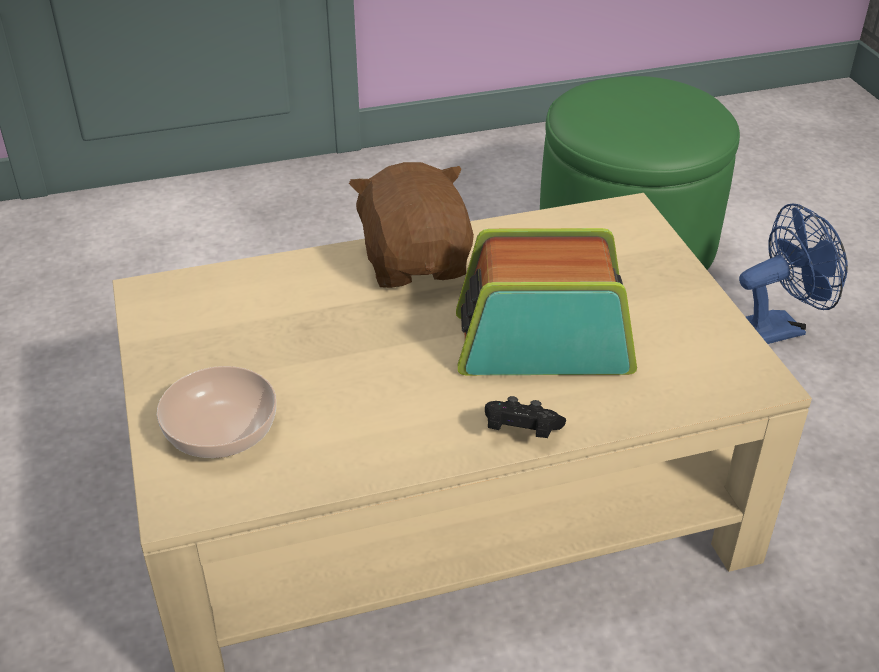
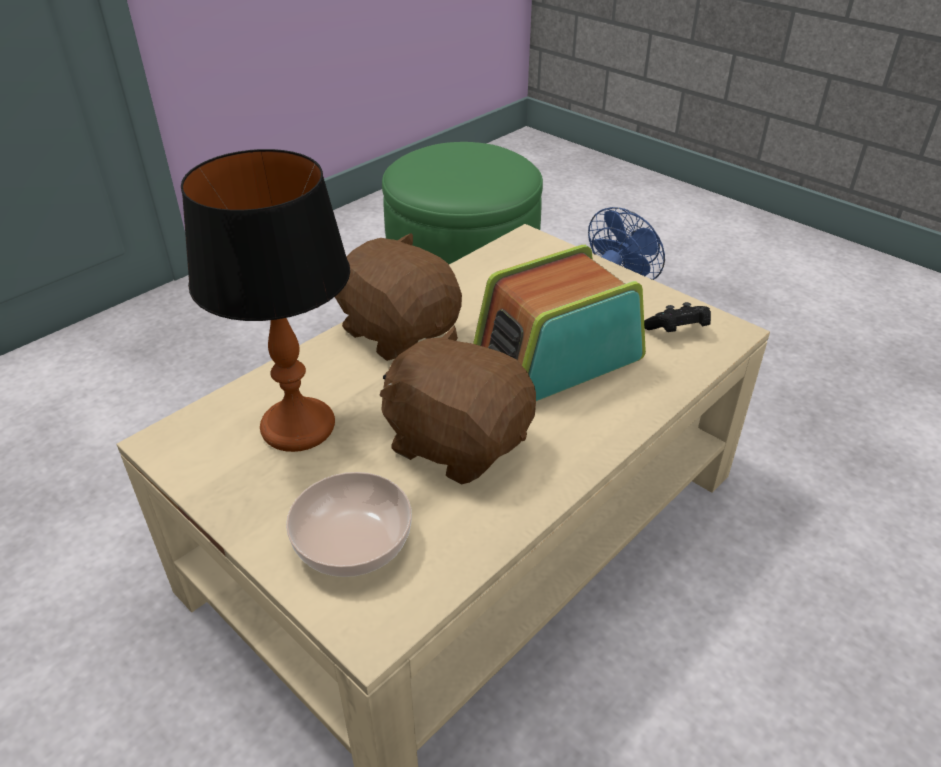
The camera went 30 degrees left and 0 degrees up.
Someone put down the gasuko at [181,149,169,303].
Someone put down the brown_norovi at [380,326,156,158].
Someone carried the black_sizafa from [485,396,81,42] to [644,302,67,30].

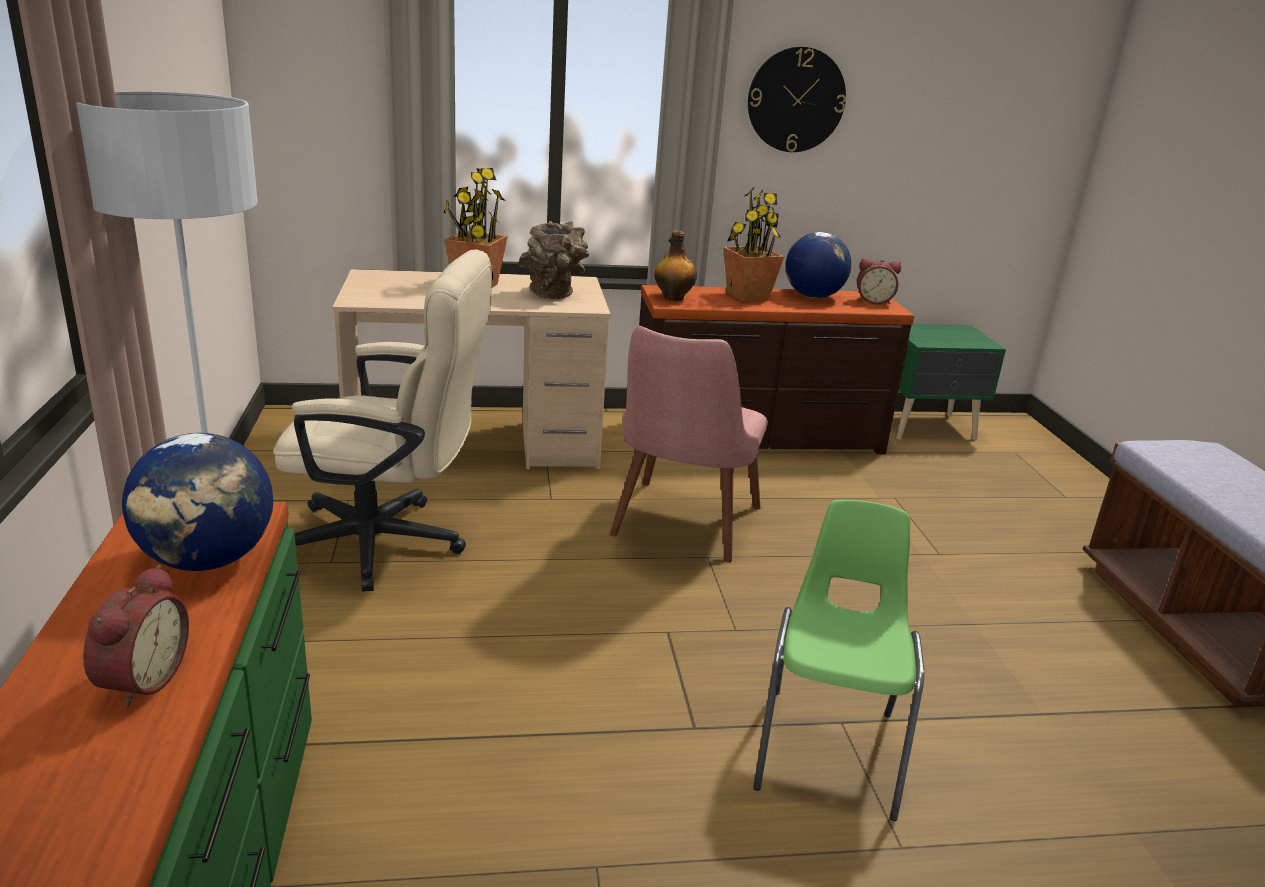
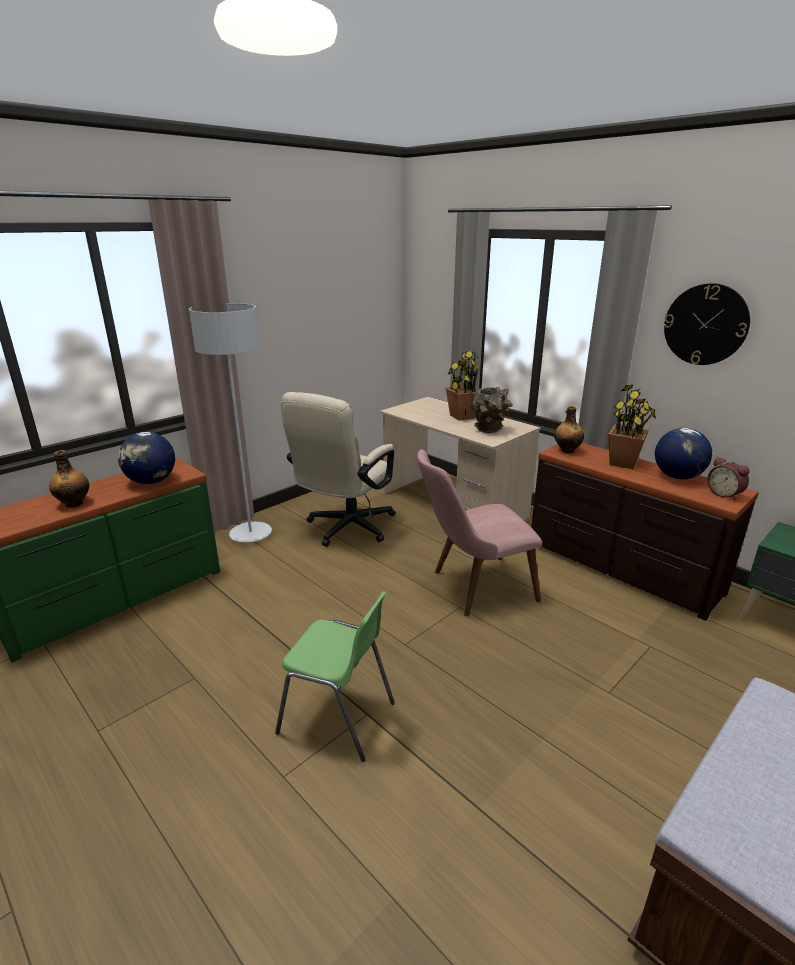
The camera went 55 degrees right and 0 degrees up.
Someone swapped the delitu at [83,565,106,143] for the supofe at [49,450,40,57].
Someone rotated the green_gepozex at [753,500,171,321] by 45 degrees clockwise.
Someone rotated the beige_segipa at [273,249,219,342] by 60 degrees clockwise.

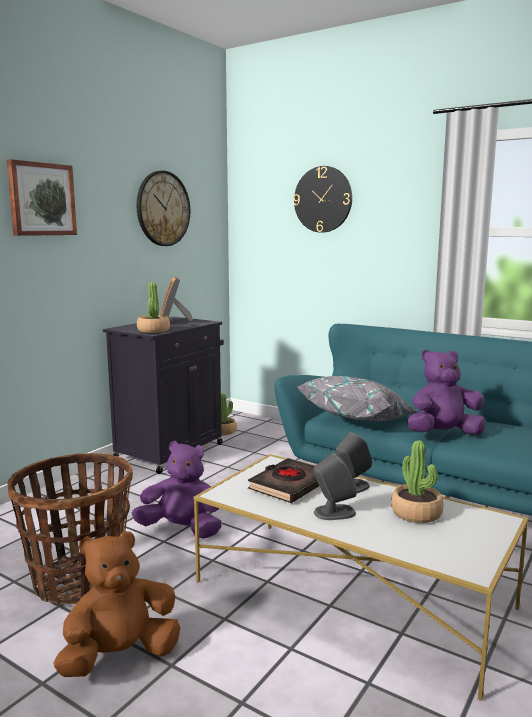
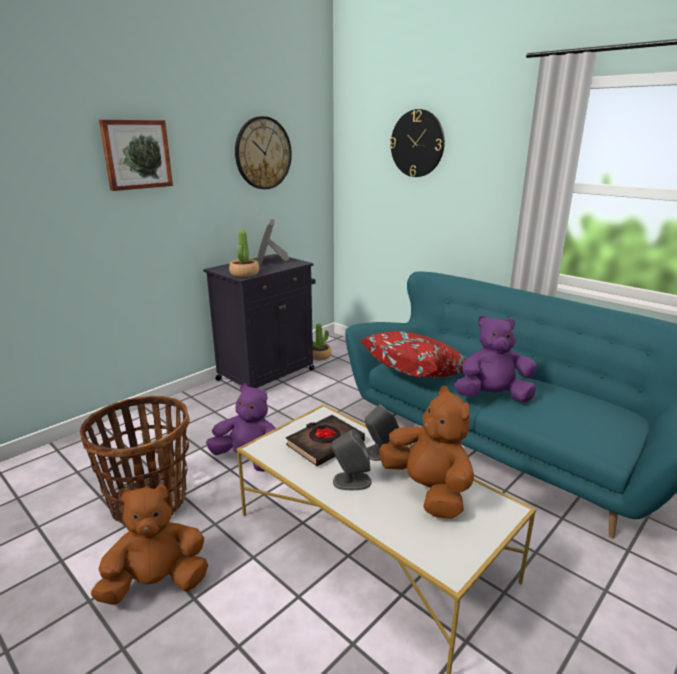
The camera went 10 degrees right and 10 degrees up.
Someone repainted the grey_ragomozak at [298,376,120,45], which became the red_ragomozak at [361,331,105,47].
Someone swapped the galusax at [391,440,53,83] for the brown_norovi at [379,386,95,133].

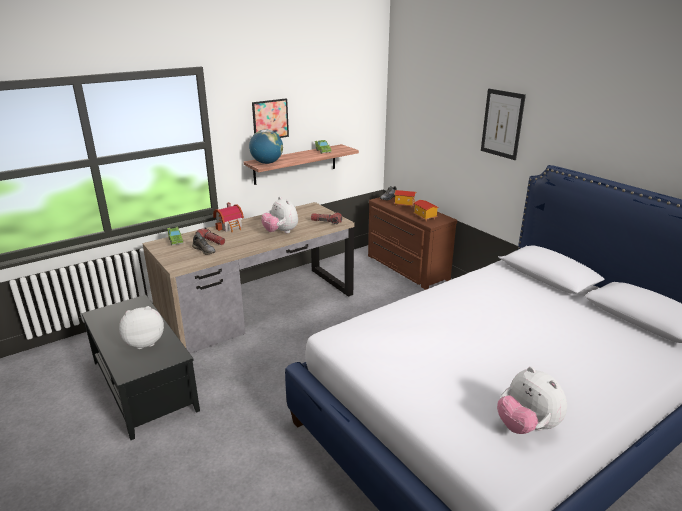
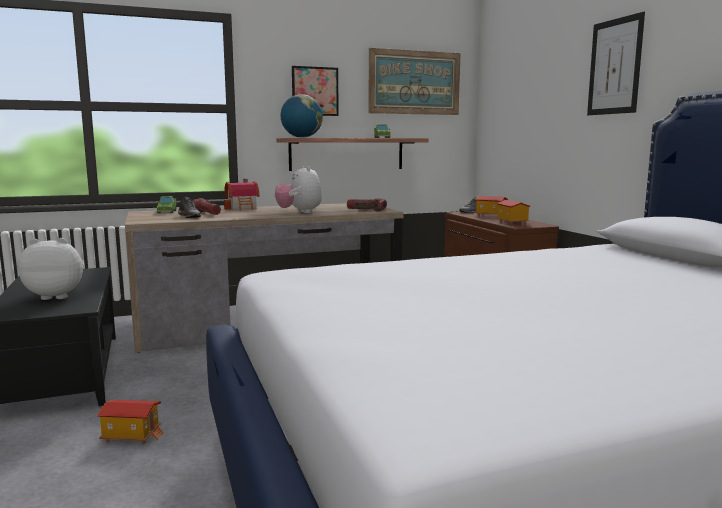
The camera went 15 degrees right and 15 degrees down.
Someone put down the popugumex at [97,400,66,44].
Someone put up the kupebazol at [369,48,92,67].
Someone took away the norovi at [497,367,70,67].

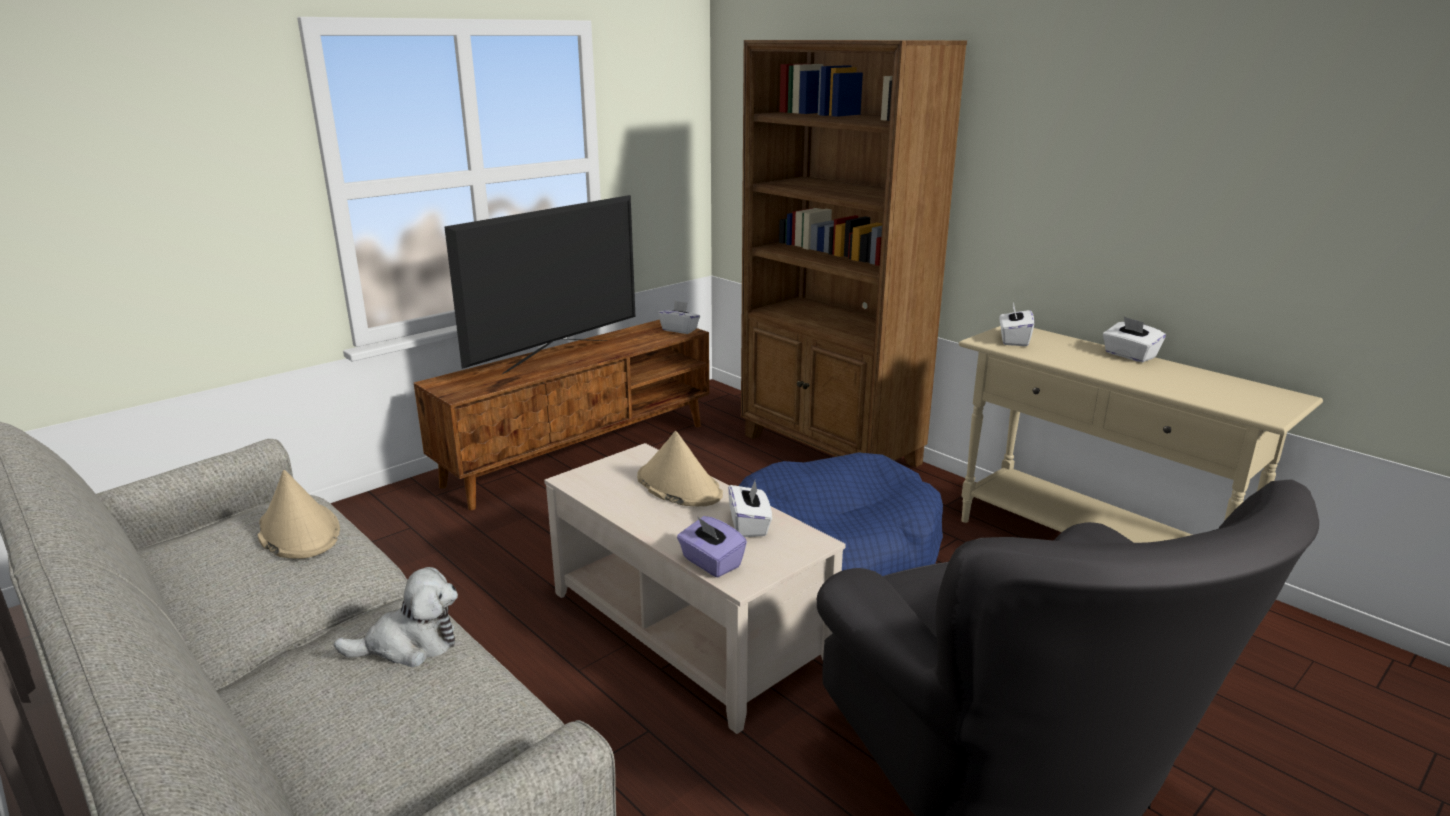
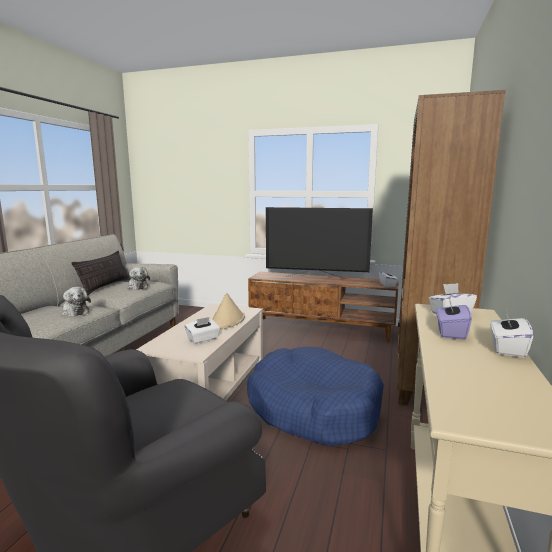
The camera went 60 degrees right and 10 degrees down.
Someone put down the ragomozak at [72,251,59,44].
Someone swapped the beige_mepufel at [257,470,83,89] for the norovi at [128,266,22,24].
Someone carried the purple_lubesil from [677,516,70,62] to [436,297,36,43].

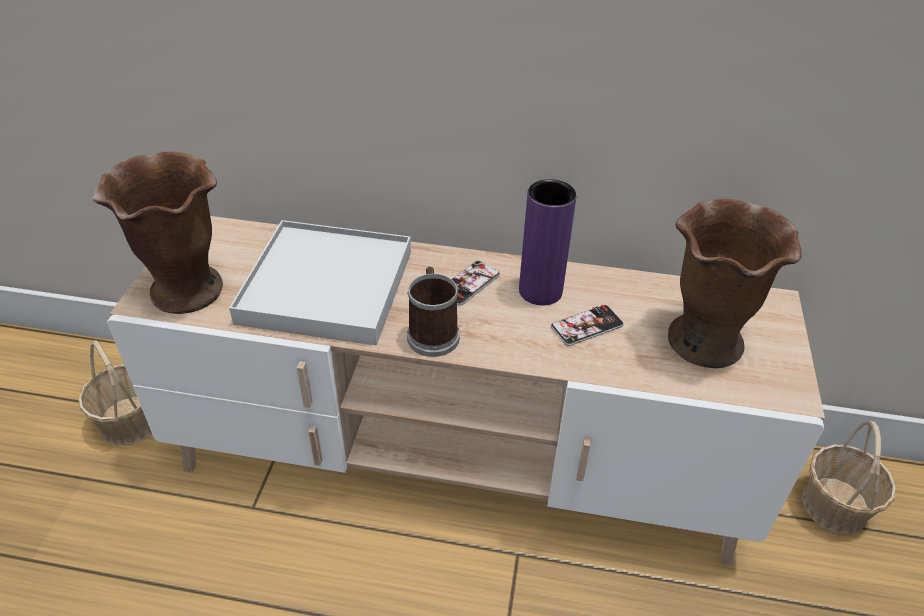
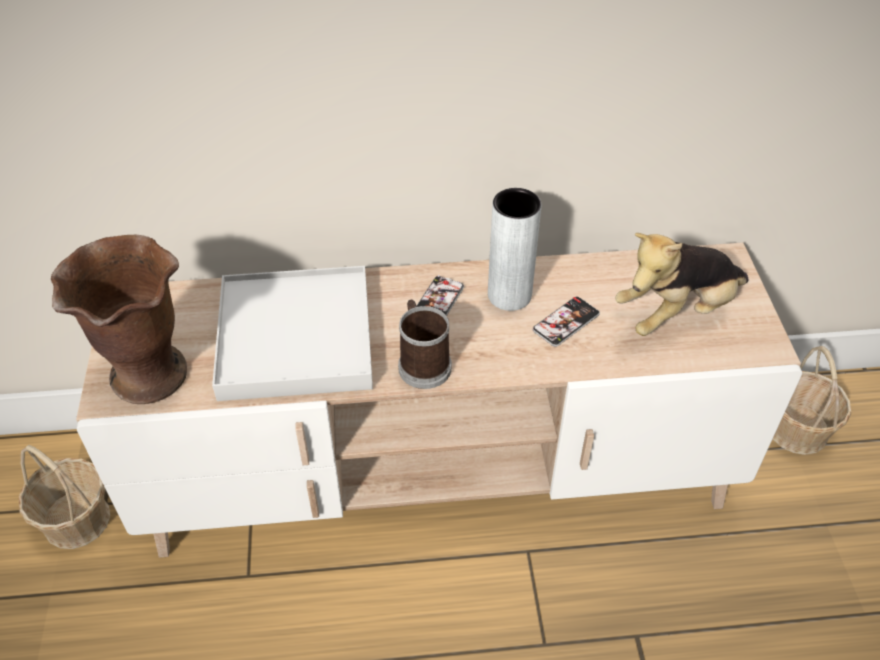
The camera went 15 degrees left and 5 degrees up.
Someone repainted the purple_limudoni at [519,179,58,126], which became the grey_limudoni at [488,188,54,123].
Someone swapped the brown_limudoni at [668,199,134,169] for the norovi at [615,233,134,103].

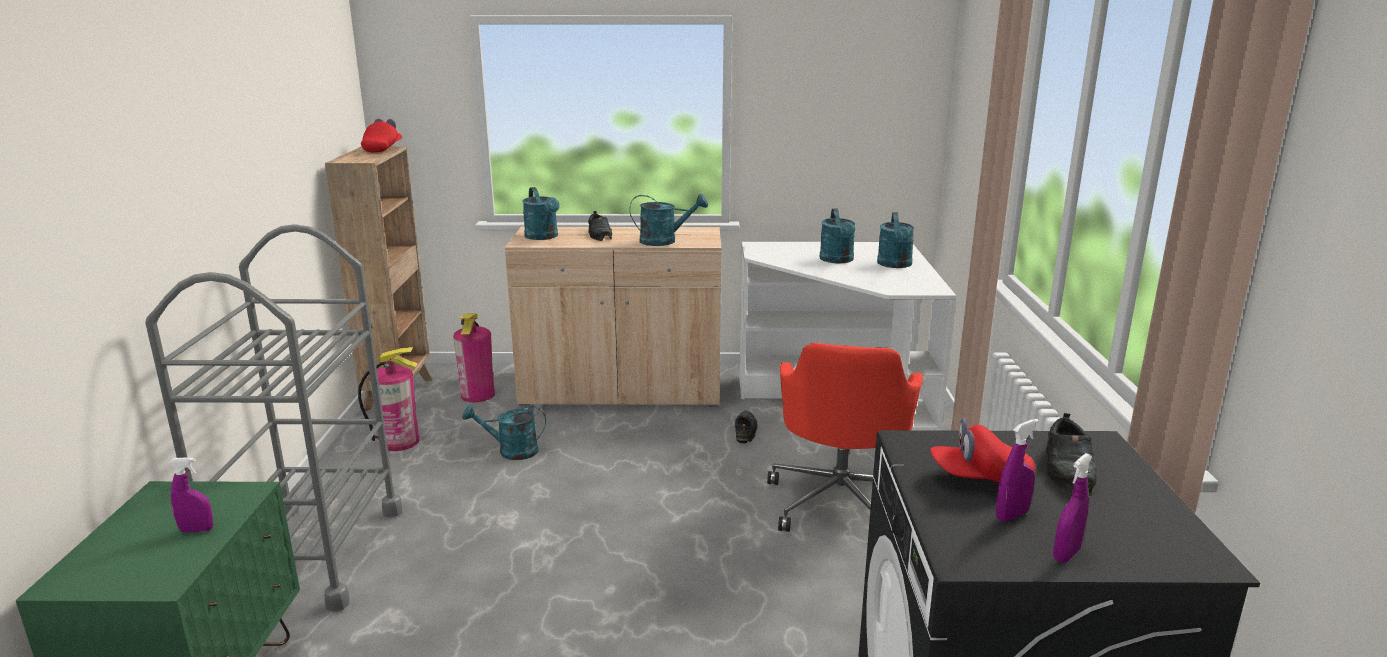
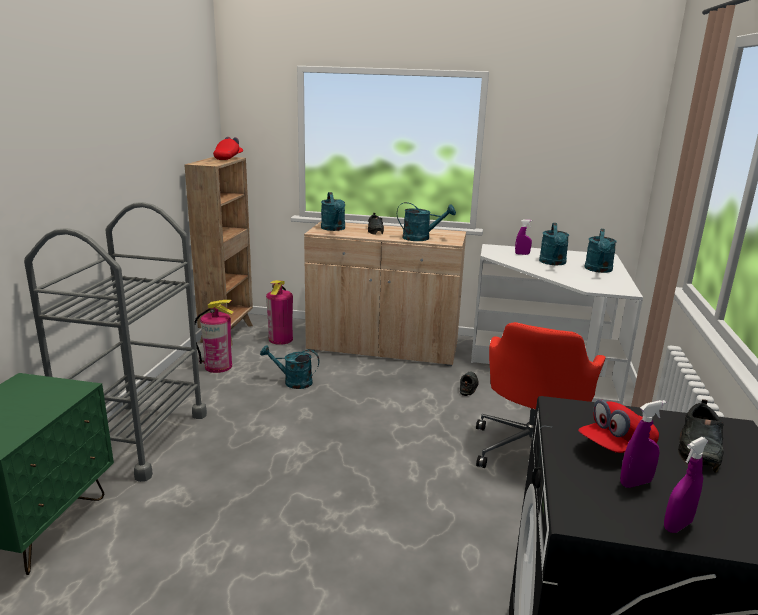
The camera went 10 degrees right and 0 degrees up.
Someone carried the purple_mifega from [168,457,45,75] to [515,219,17,36].
Someone rotated the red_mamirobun at [930,418,105,64] by 45 degrees counterclockwise.

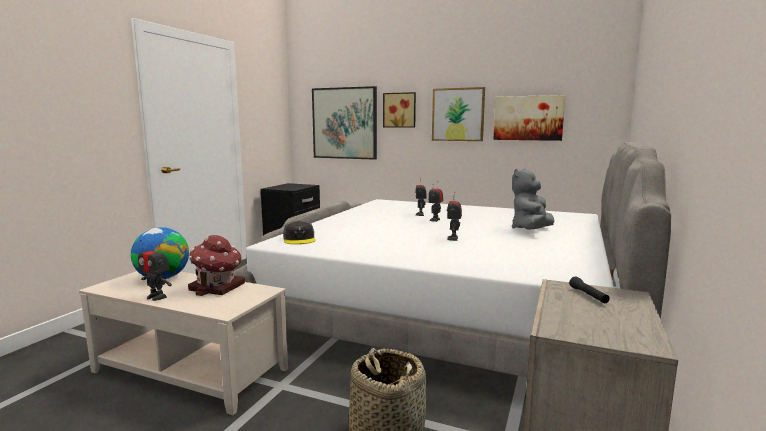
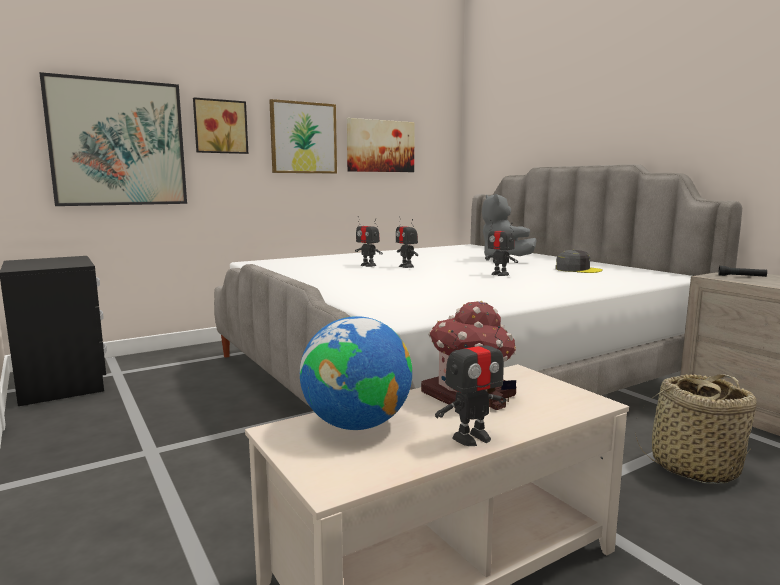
The camera went 55 degrees left and 0 degrees up.
Someone carried the grey_mamirobun from [283,220,33,24] to [555,249,48,24].

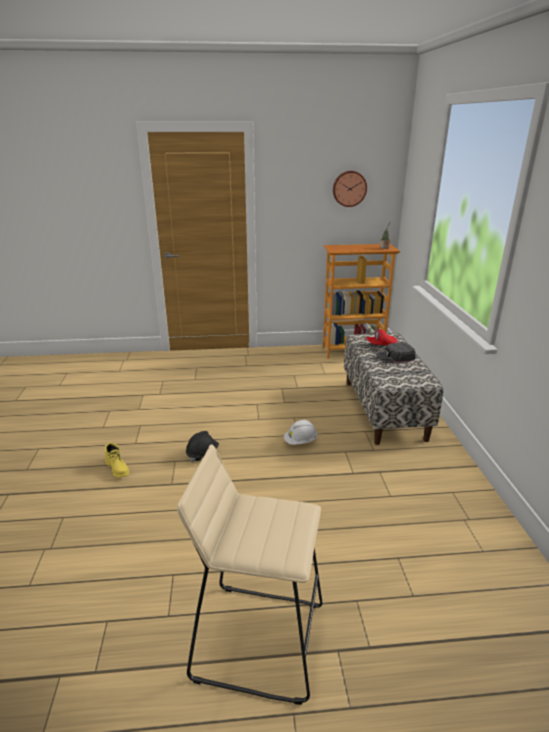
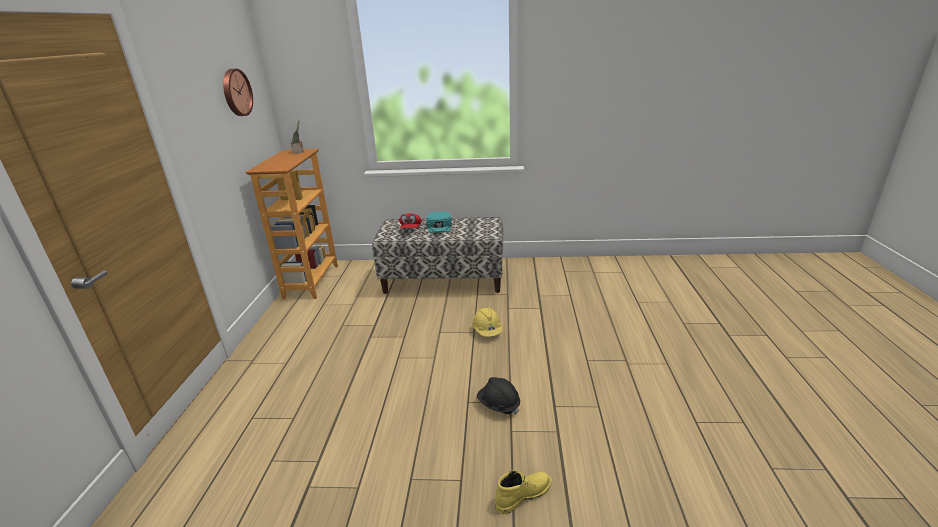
The camera went 80 degrees left and 0 degrees up.
Someone repainted the black_mamirobun at [376,342,40,21], which became the turquoise_mamirobun at [426,211,26,22].
Someone repainted the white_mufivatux at [284,420,34,25], which became the yellow_mufivatux at [472,307,30,30].
Someone took away the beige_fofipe at [177,444,146,261].

